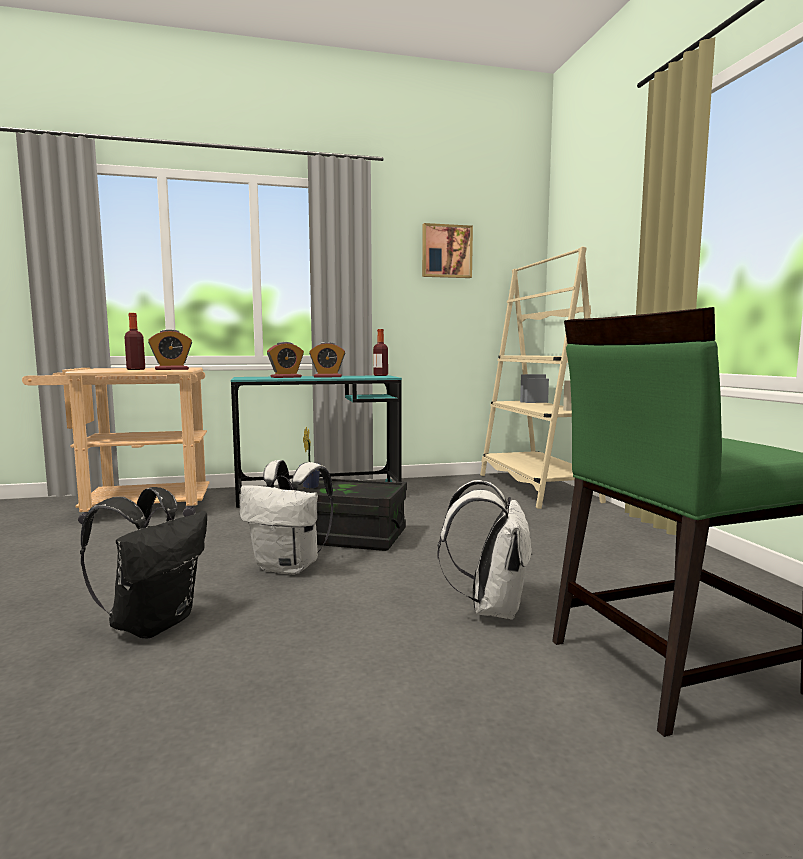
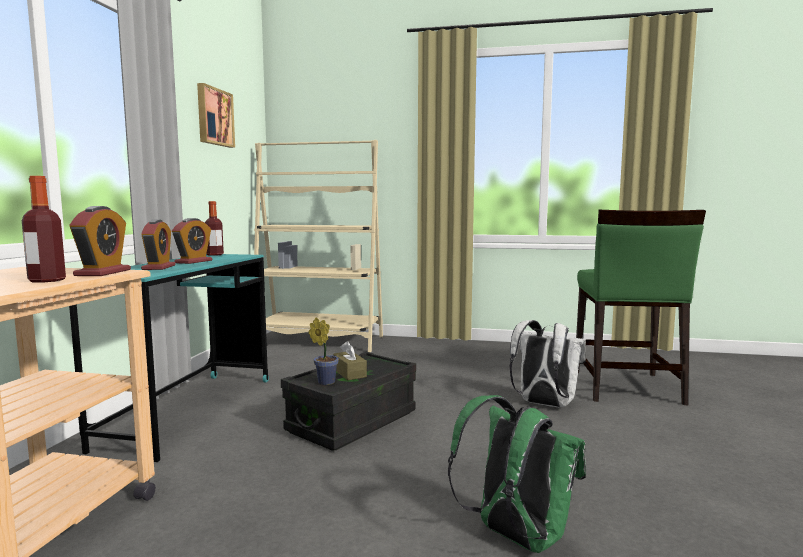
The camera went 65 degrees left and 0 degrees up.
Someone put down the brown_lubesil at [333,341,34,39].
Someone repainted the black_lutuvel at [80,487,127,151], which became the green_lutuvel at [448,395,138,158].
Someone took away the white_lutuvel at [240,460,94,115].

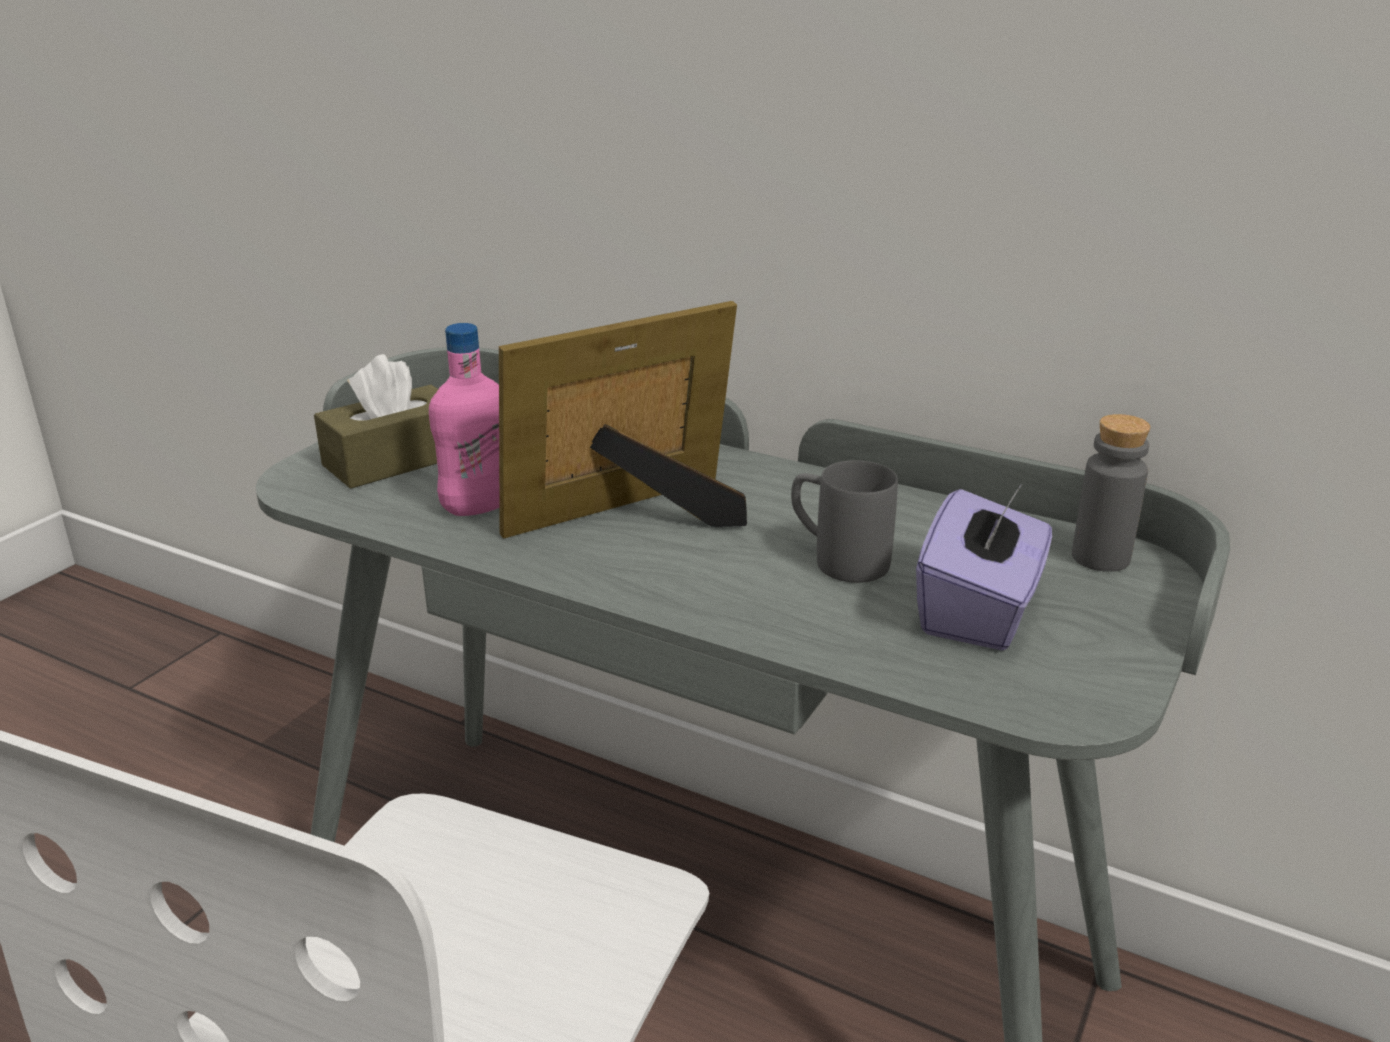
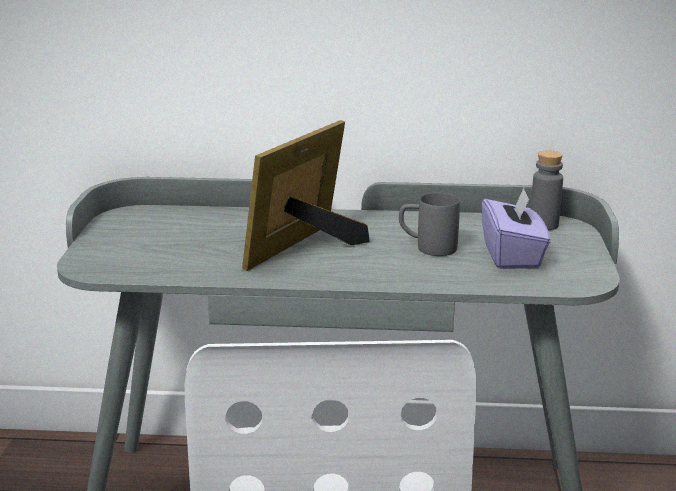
The camera went 25 degrees left and 5 degrees down.
Someone took away the brown_lubesil at [314,354,124,134].
Someone took away the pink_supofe at [429,323,70,193].

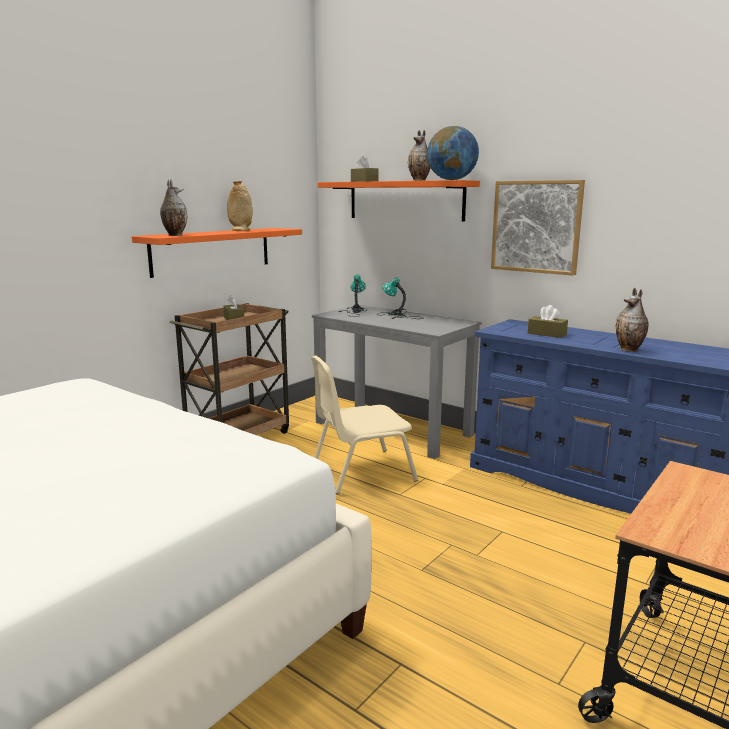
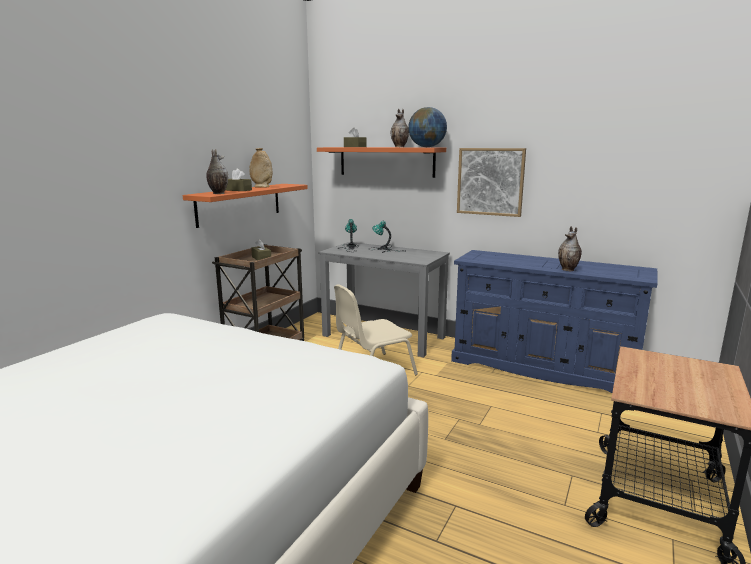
The camera went 10 degrees left and 0 degrees up.
Someone carried the brown_lubesil from [528,305,40,33] to [225,169,27,22].

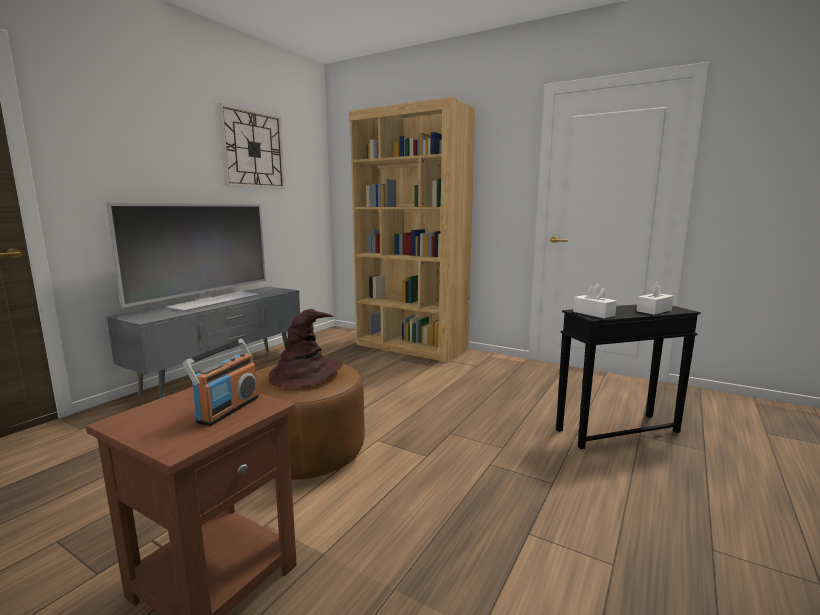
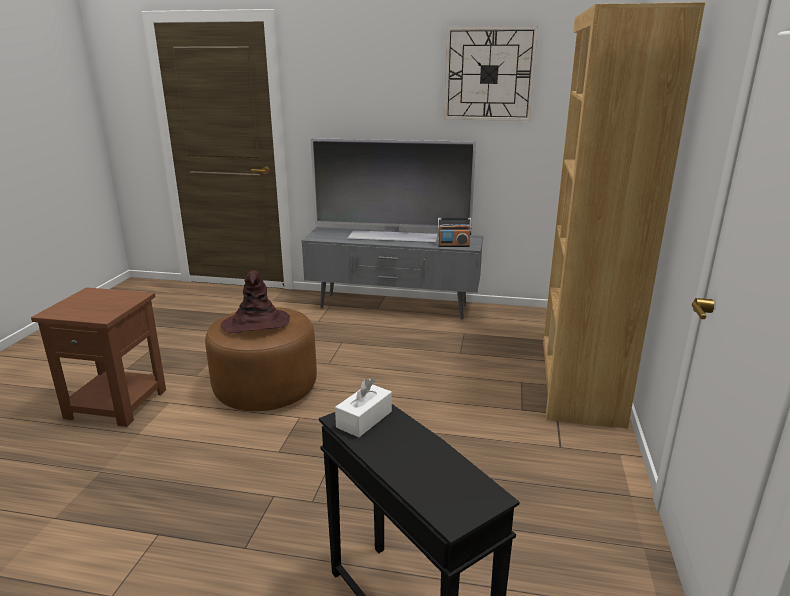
The camera went 70 degrees right and 10 degrees up.
Someone carried the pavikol from [183,339,76,87] to [438,218,34,29].
Someone took away the white_lubesil at [636,281,38,34].

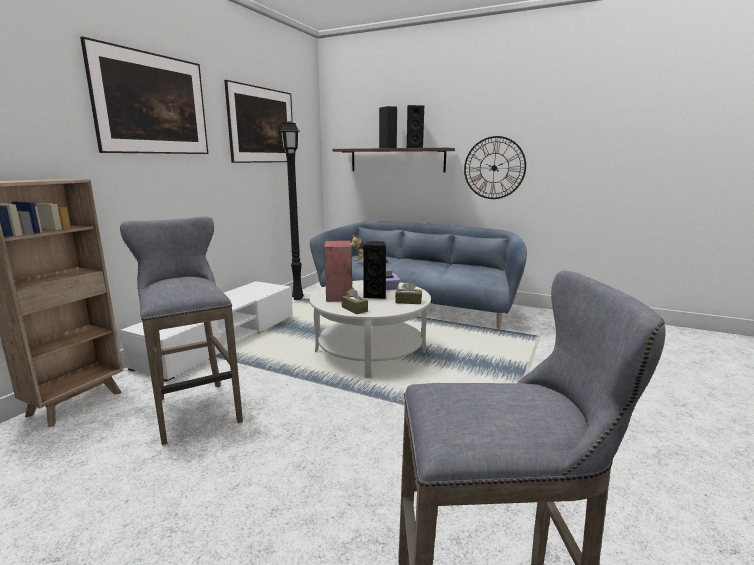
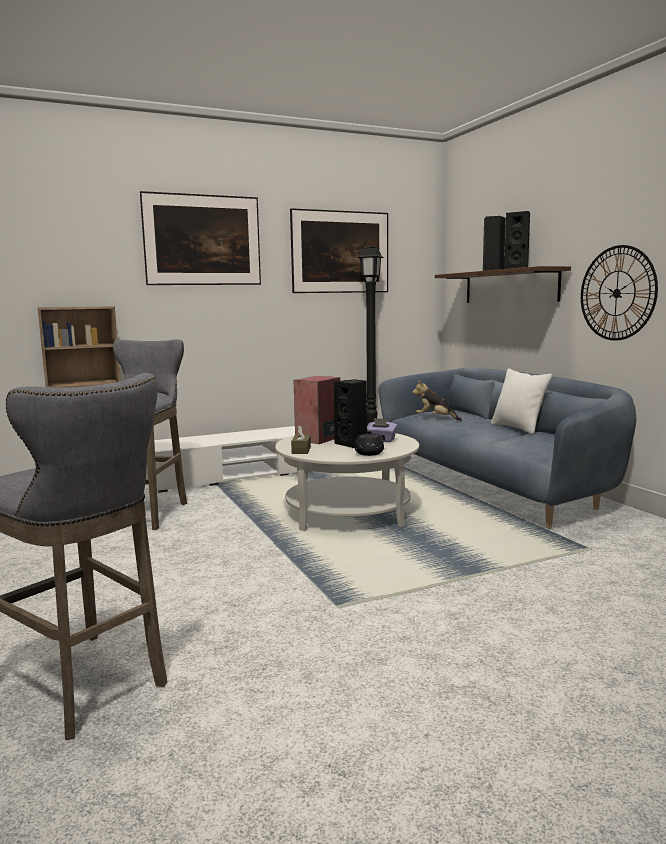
The camera went 40 degrees right and 5 degrees down.
Someone swapped the brown_lubesil at [395,281,27,23] for the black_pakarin at [351,431,34,25].
Someone put down the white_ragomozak at [491,369,61,65].

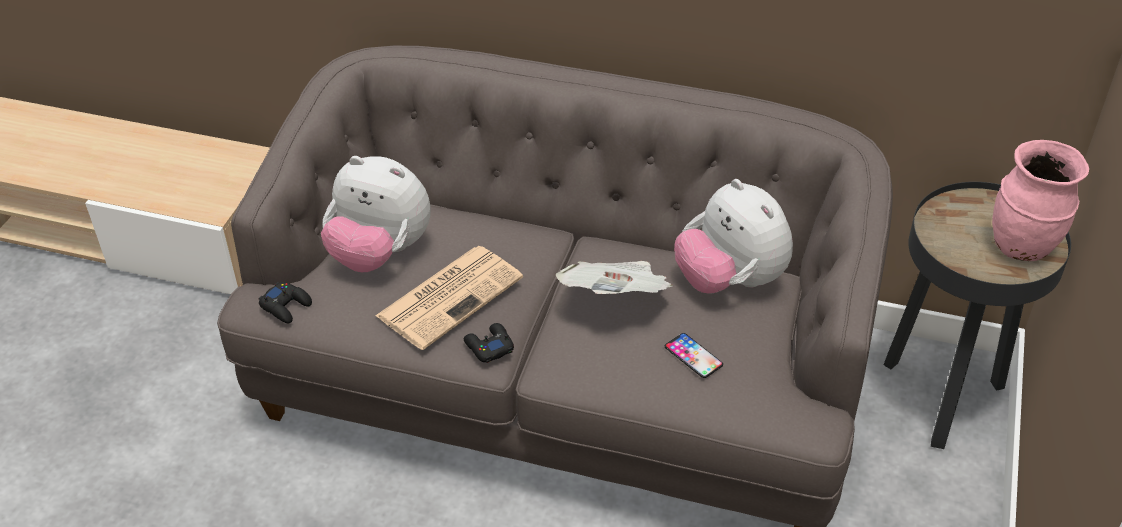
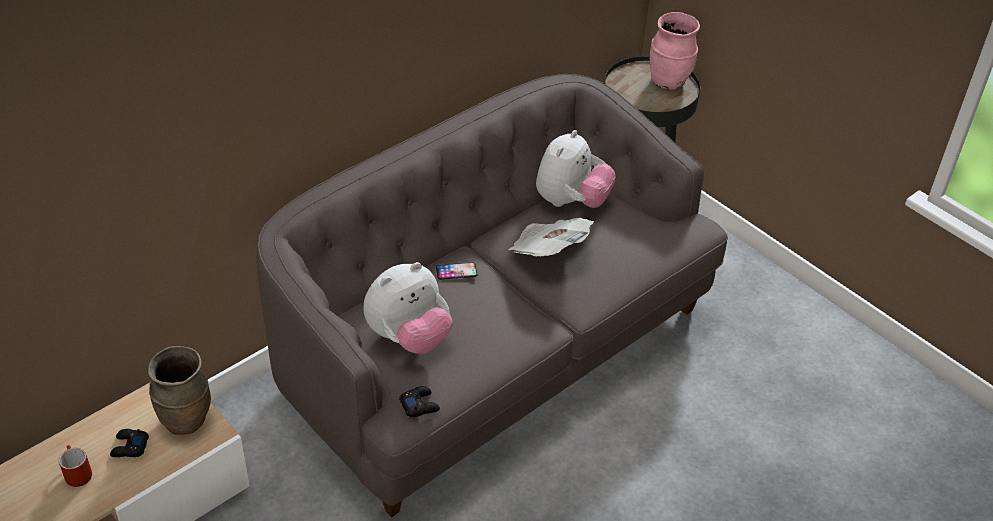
The camera went 60 degrees left and 0 degrees up.
Someone put down the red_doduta at [59,445,33,42].
Someone carried the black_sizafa from [464,323,50,40] to [110,429,39,28].
Someone put down the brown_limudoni at [148,346,63,89].
Someone carried the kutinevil from [665,333,58,45] to [436,262,41,18].
Someone rotated the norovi at [674,179,119,115] by 60 degrees counterclockwise.
Someone took away the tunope at [375,246,148,104].

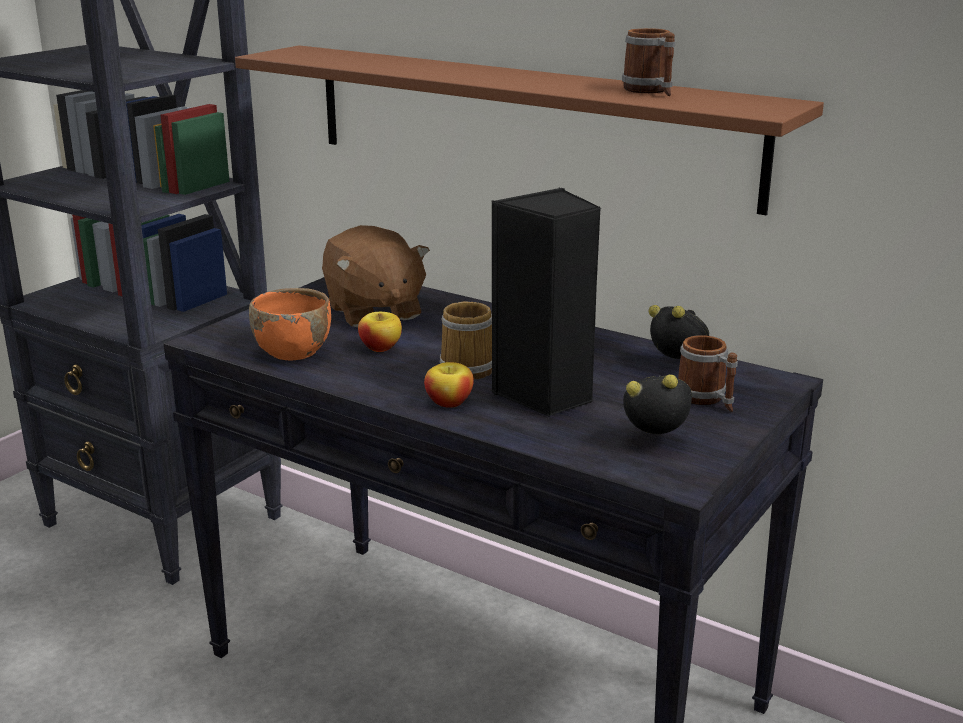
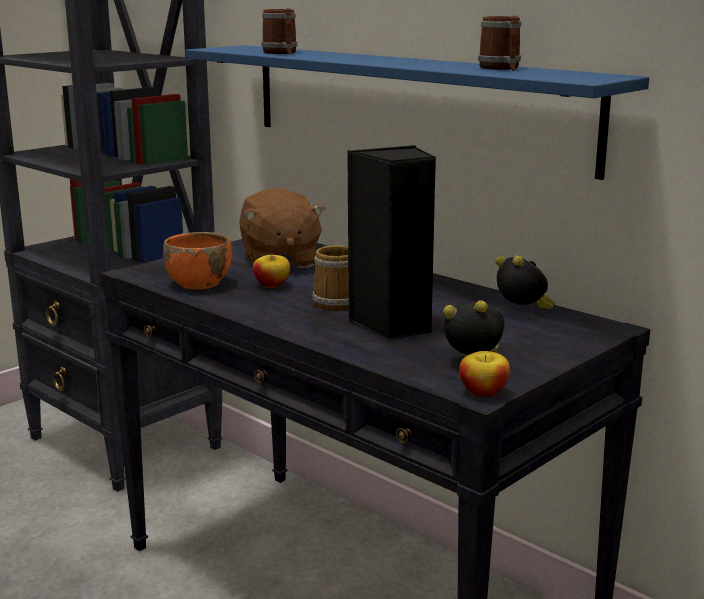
The camera went 10 degrees right and 5 degrees down.
Someone repainted the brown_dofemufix at [235,45,589,170], which became the blue_dofemufix at [186,45,463,135].
Someone carried the doduta from [678,335,60,77] to [261,8,36,46].
Someone carried the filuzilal from [424,362,50,46] to [459,351,51,46].

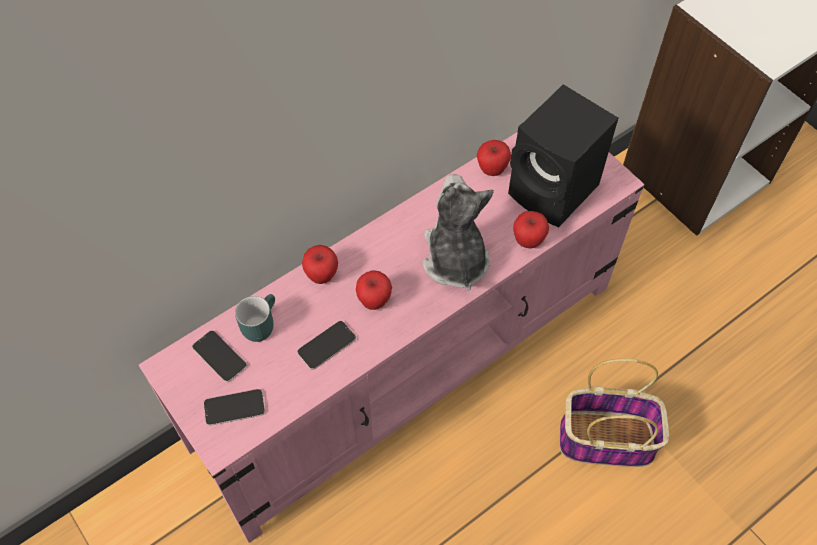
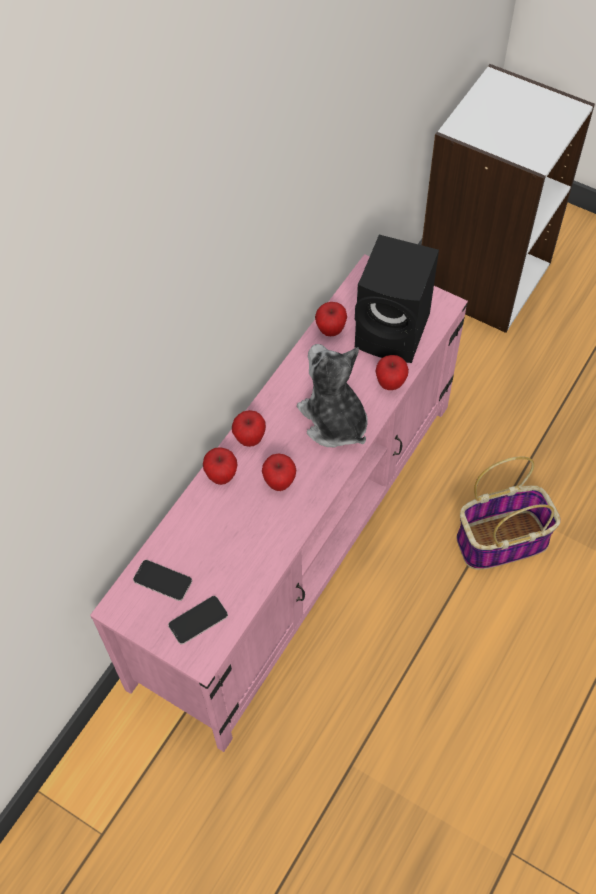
The camera went 20 degrees left and 0 degrees up.
Someone put down the filuzilal at [232,410,34,37].
Someone took away the turquoise_doduta at [235,294,40,48].
Someone took away the kutinevil at [297,321,59,49].

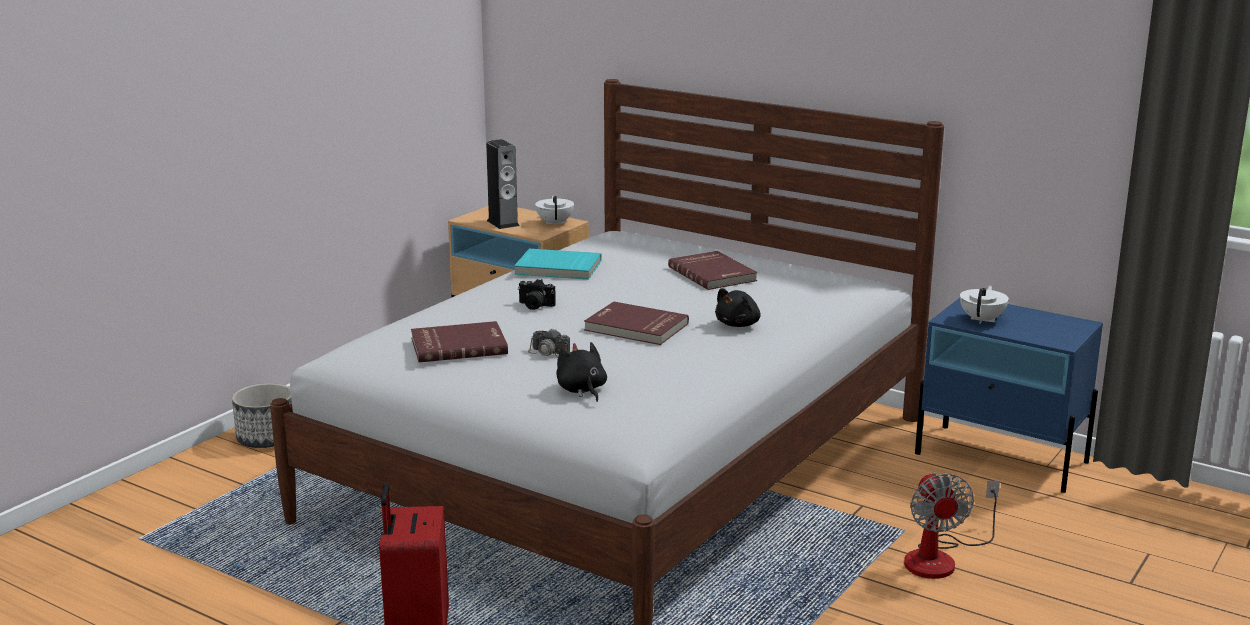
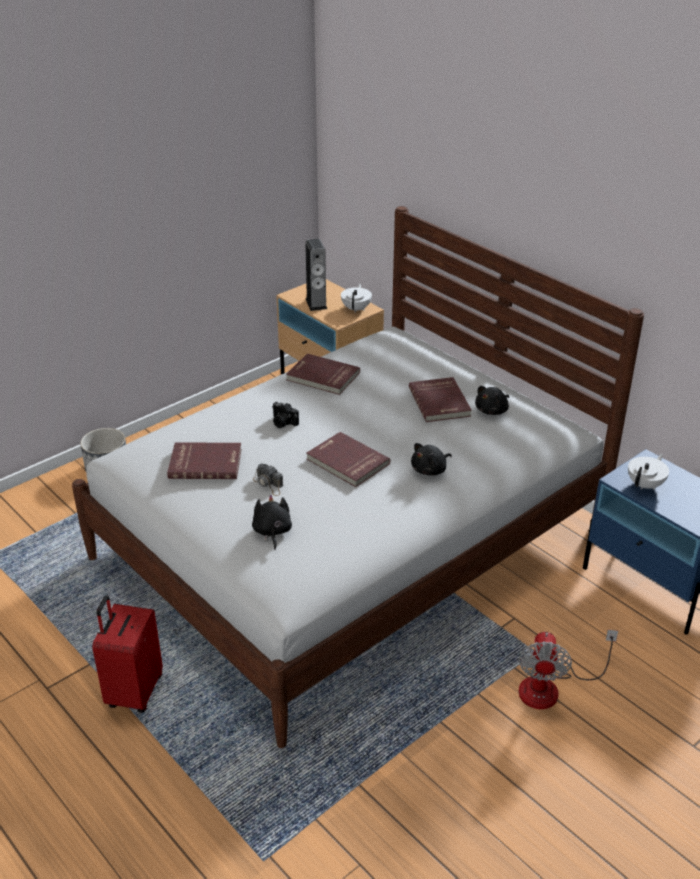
The camera went 15 degrees right and 15 degrees up.
Someone repainted the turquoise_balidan at [514,249,88,31], which became the red_balidan at [286,354,74,41].
Someone put down the black_norovi at [475,386,34,29].

